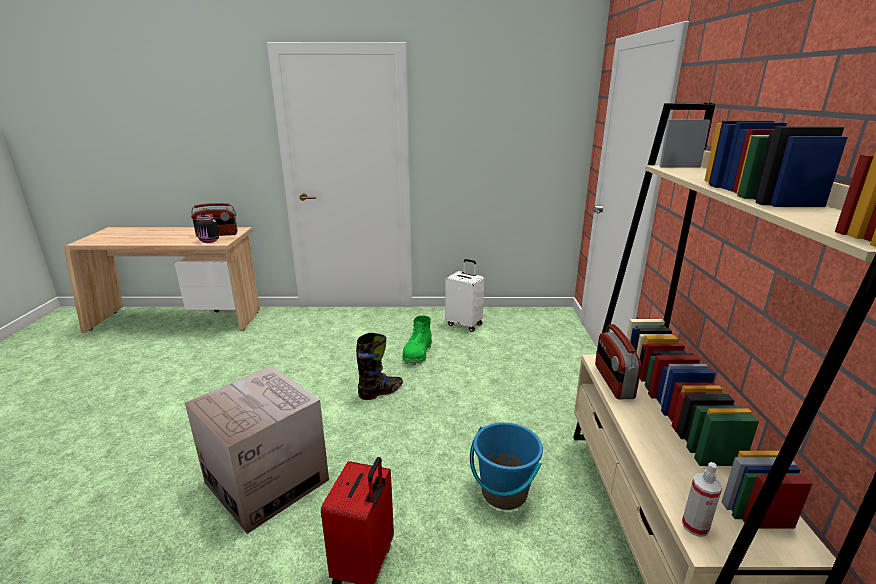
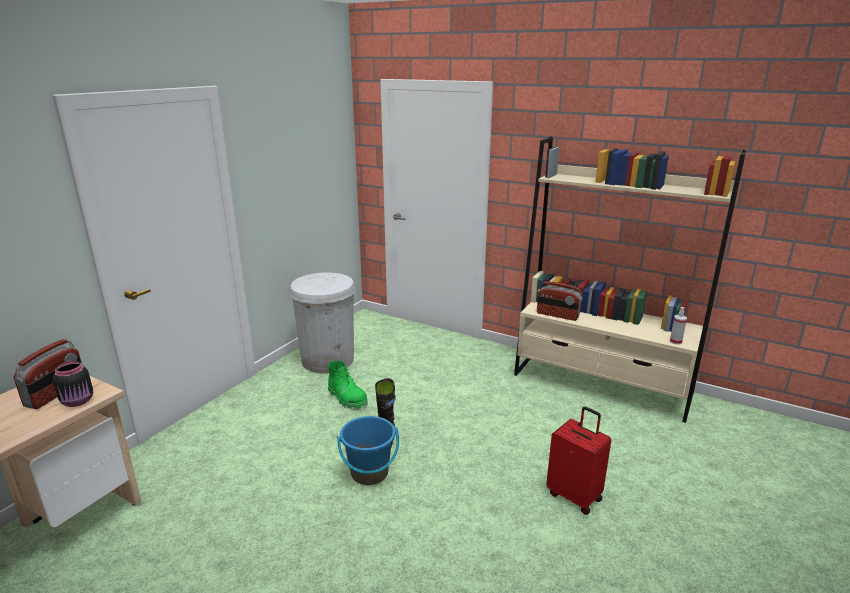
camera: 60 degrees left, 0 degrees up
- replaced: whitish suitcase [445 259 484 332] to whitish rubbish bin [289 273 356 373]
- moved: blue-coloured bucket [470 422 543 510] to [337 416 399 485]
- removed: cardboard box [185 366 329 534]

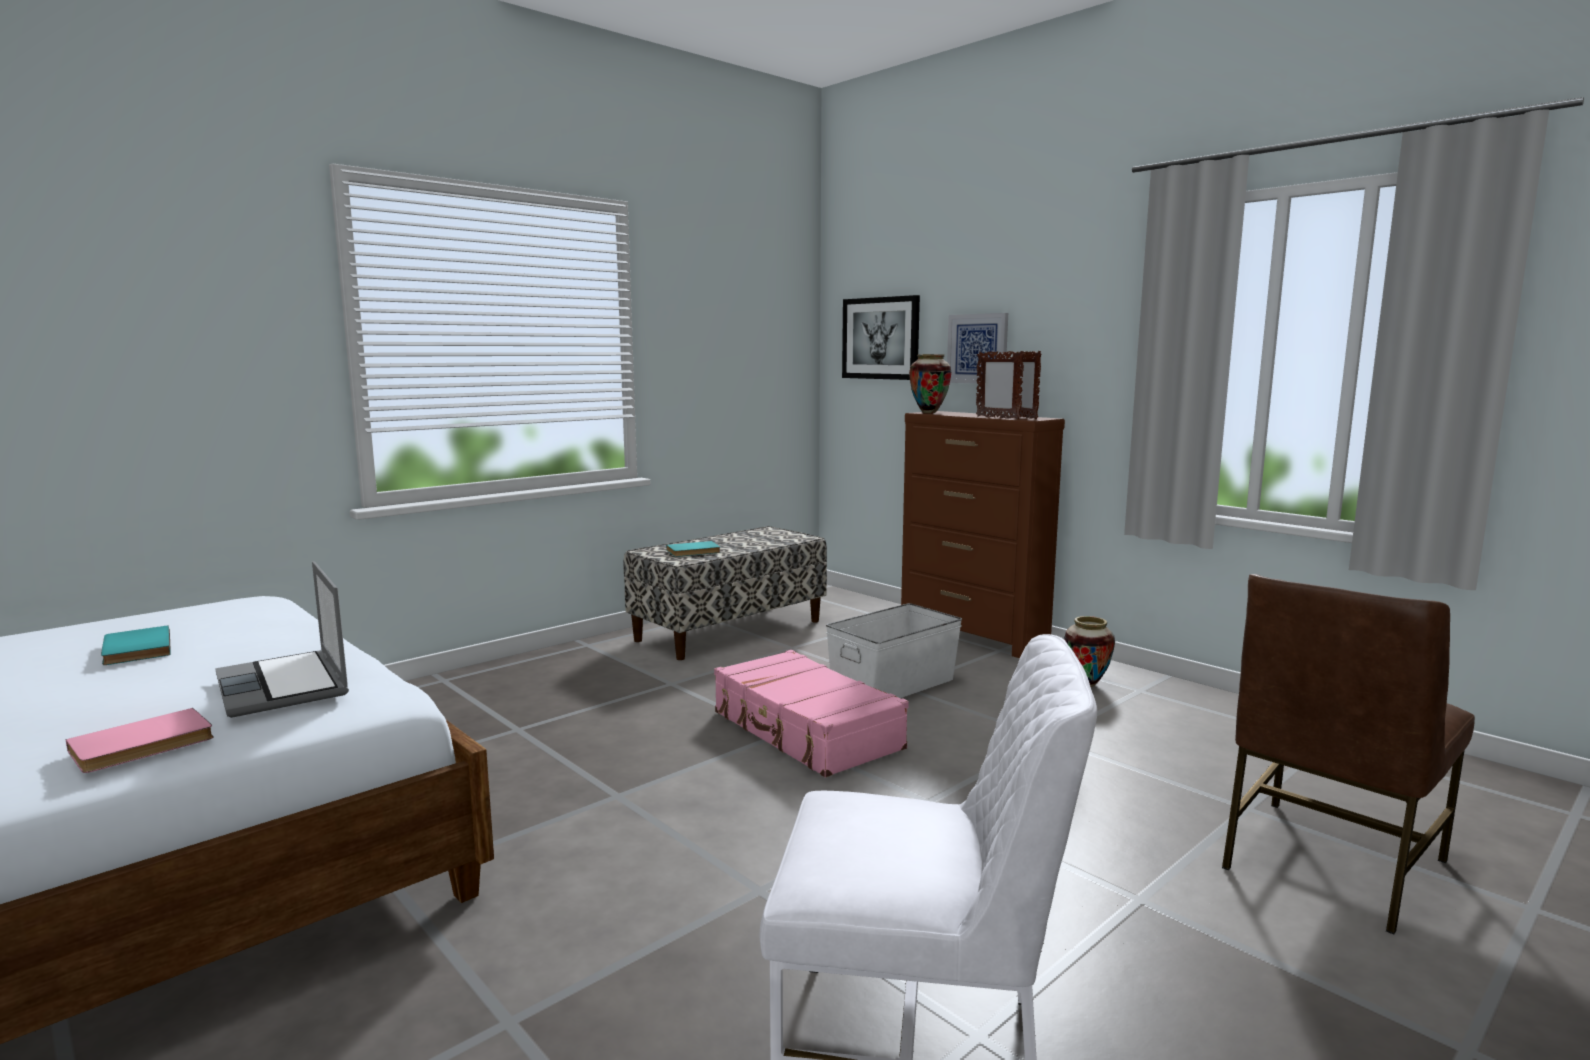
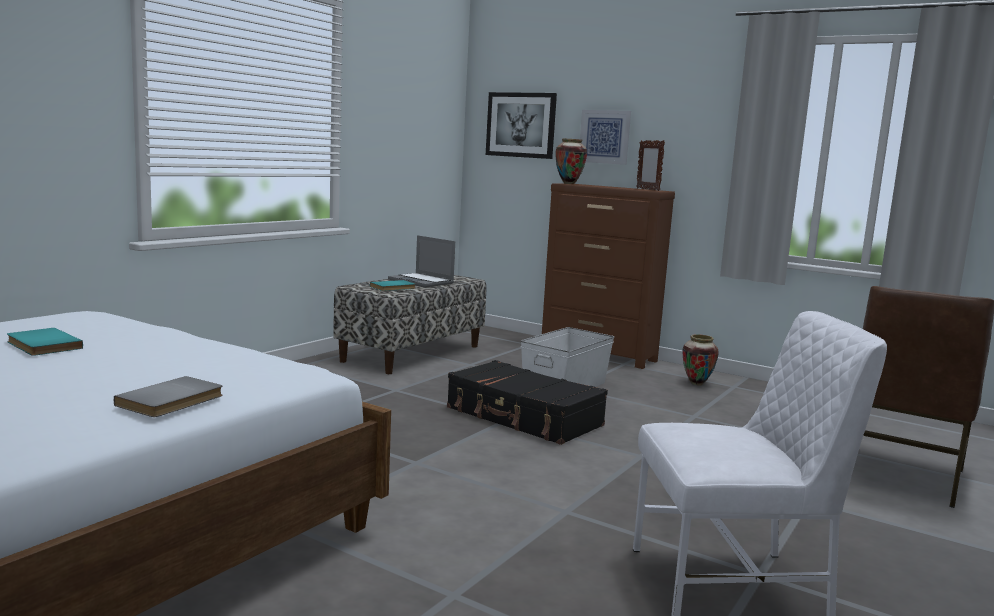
camera: 15 degrees left, 0 degrees up
- recoloured: pinkish volume [66 708 214 773] to greyish volume [114 376 223 417]
- moved: portable computer [215 561 349 718] to [388 235 455 288]
- recoloured: pinkish suitcase [714 650 909 777] to blackish suitcase [447 360 608 445]
- removed: photo frame [976 351 1024 419]

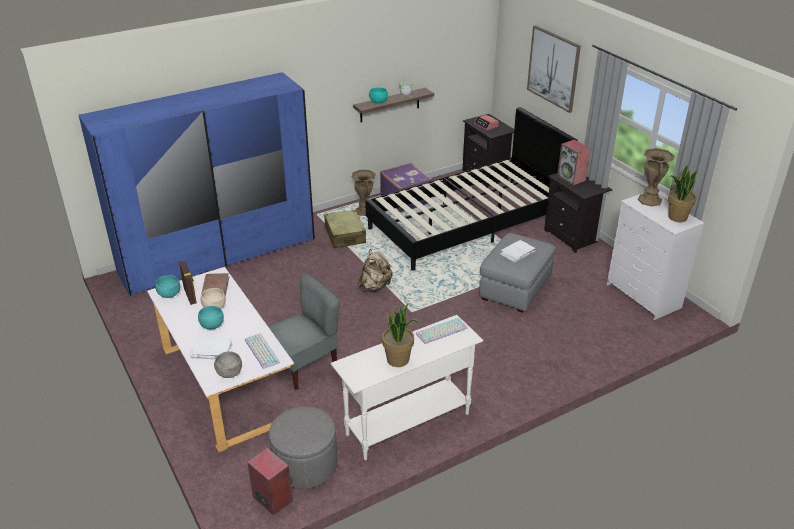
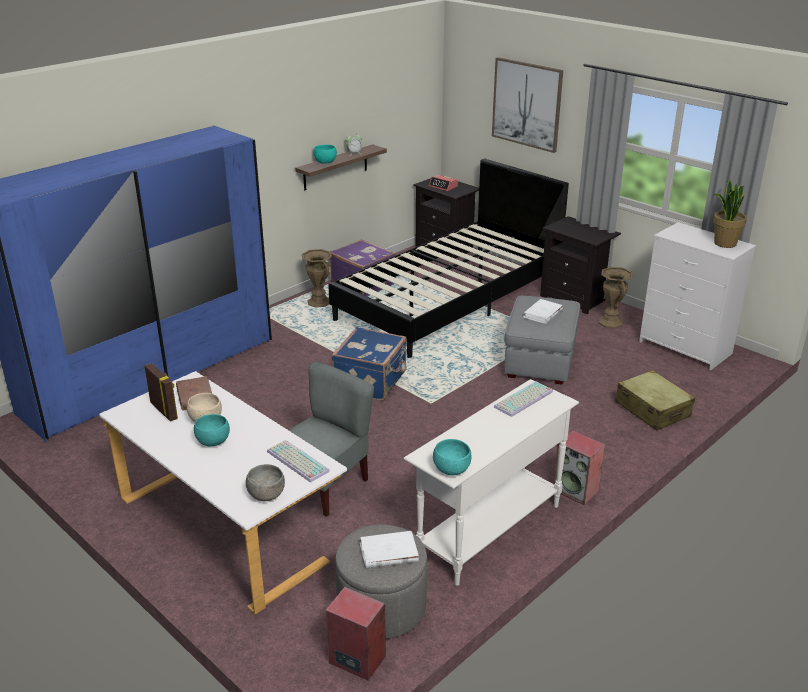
camera: 15 degrees left, 5 degrees down
- replaced: sand-coloured rucksack [358 249 393 291] to blue-coloured suitcase [331 327 407 401]
- moved: whitish volume [190 337 233 359] to [359 531 419 568]
- moved: blue-green serving bowl [155 275 180 298] to [433 439 471 475]
- moved: audio speaker [557 140 591 186] to [553 430 605 505]
- moved: brownish vase [638 148 675 206] to [599 267 633 329]
- moved: sand-coloured suitcase [324 210 366 248] to [615 370 695 431]
- removed: houseplant [382 304 419 367]

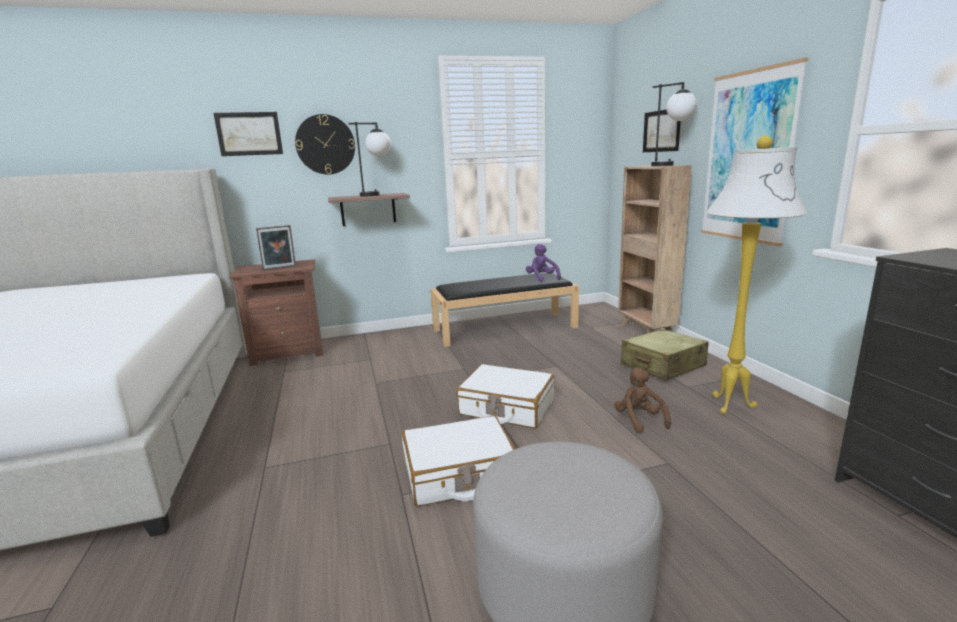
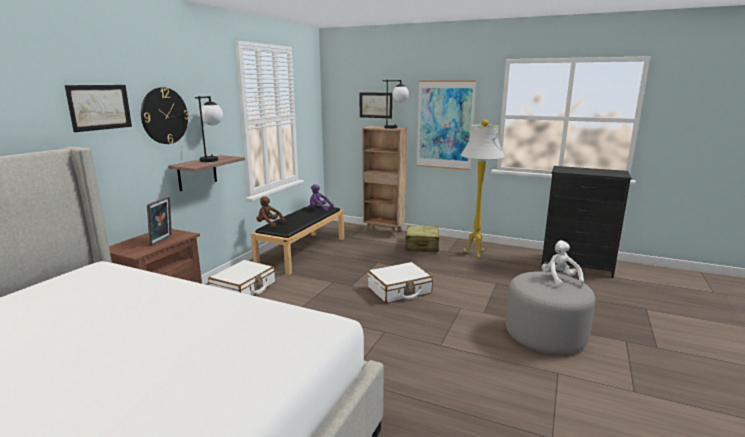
camera: 50 degrees left, 0 degrees up
- moved: whitish suitcase [402 416 516 506] to [208 260 275 296]
- moved: brownish soft toy [615 367 671 433] to [256 196 286 228]
- added: whitish soft toy [542 240 584 287]

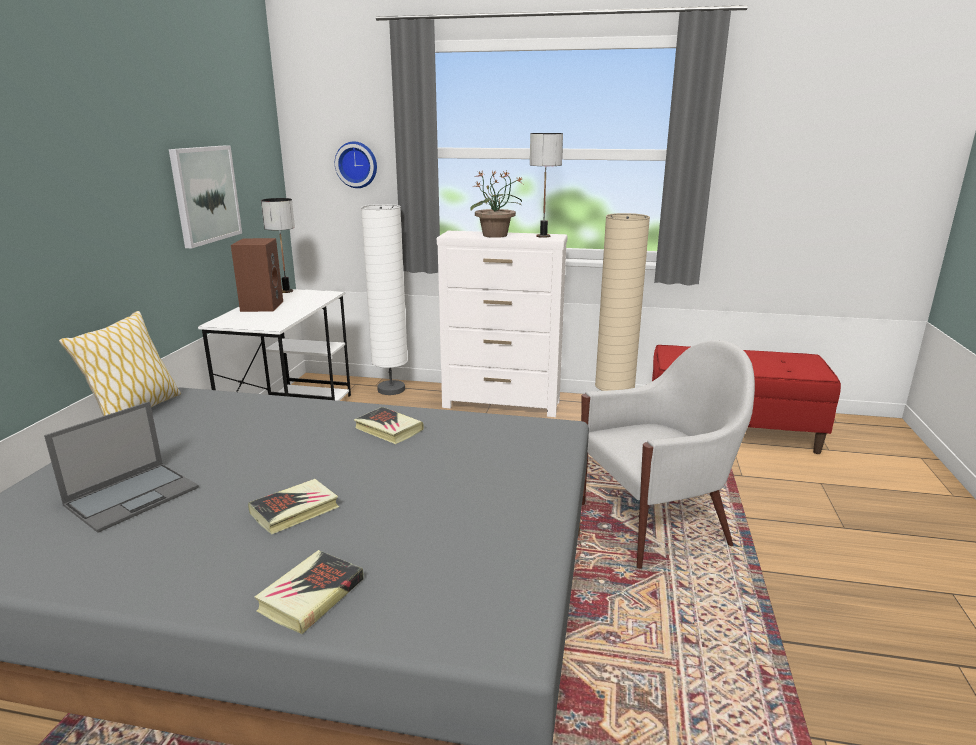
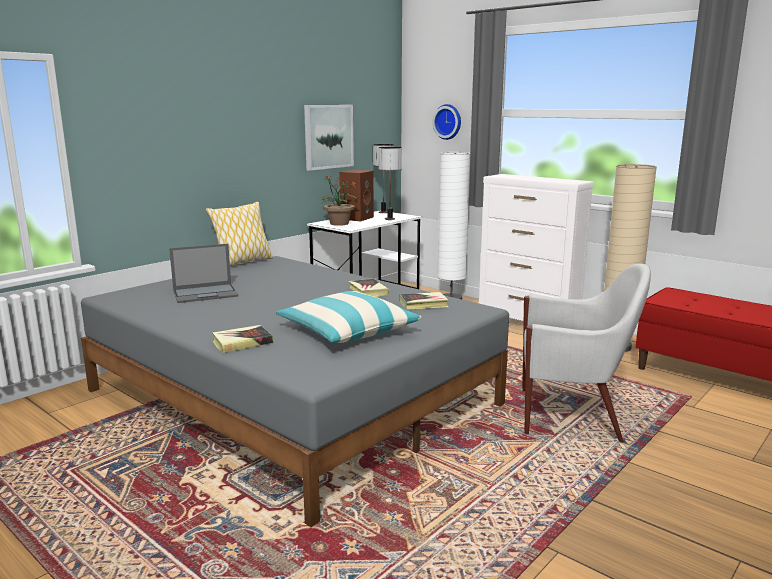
camera: 30 degrees right, 5 degrees down
- added: throw pillow [276 291 422 343]
- moved: houseplant [470 170 523 238] to [321 176 359 226]
- moved: table lamp [530 133 563 238] to [379 147 402 220]
- moved: volume [248 479 339 535] to [400 292 449 310]

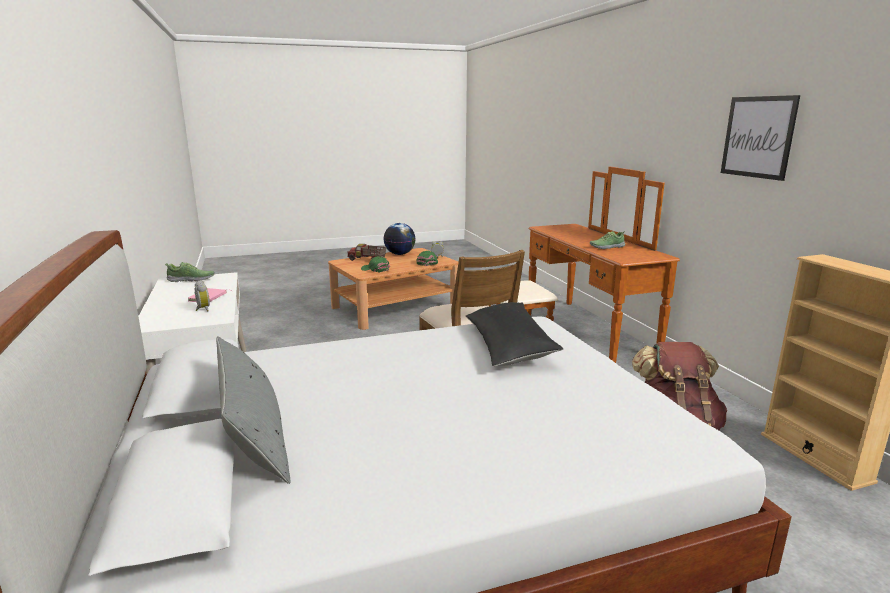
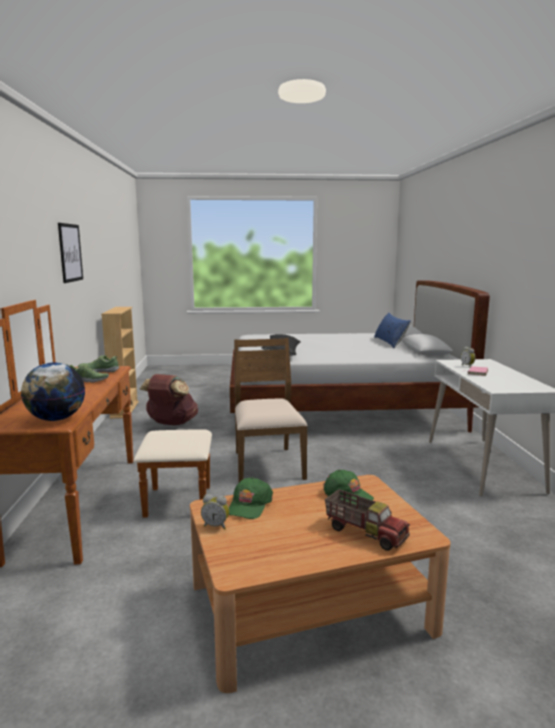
camera: 165 degrees left, 5 degrees down
- moved: desk globe [383 223 415 255] to [21 362 85 421]
- moved: item of footwear [165 262 215 282] to [82 355 119 373]
- recoloured: greyish throw pillow [216 336 290 484] to blue-coloured throw pillow [374 313 411 348]

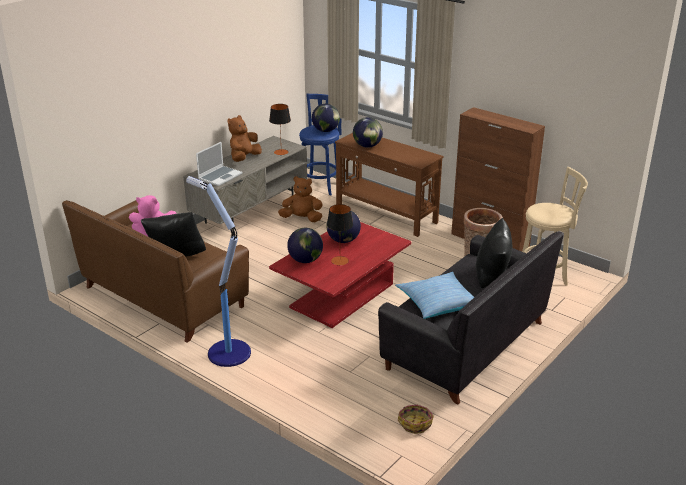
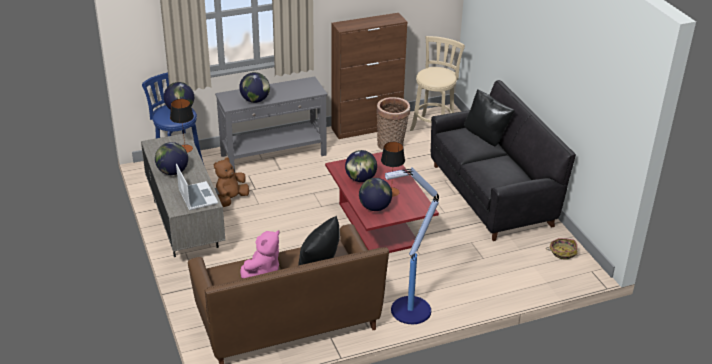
camera: 60 degrees left, 5 degrees up
- replaced: brownish soft toy [227 115 262 162] to desk globe [155 142 188 175]
- recoloured: brownish narrow table [335 133 444 237] to greyish narrow table [215 77 327 173]
- removed: throw pillow [395 272 474 319]

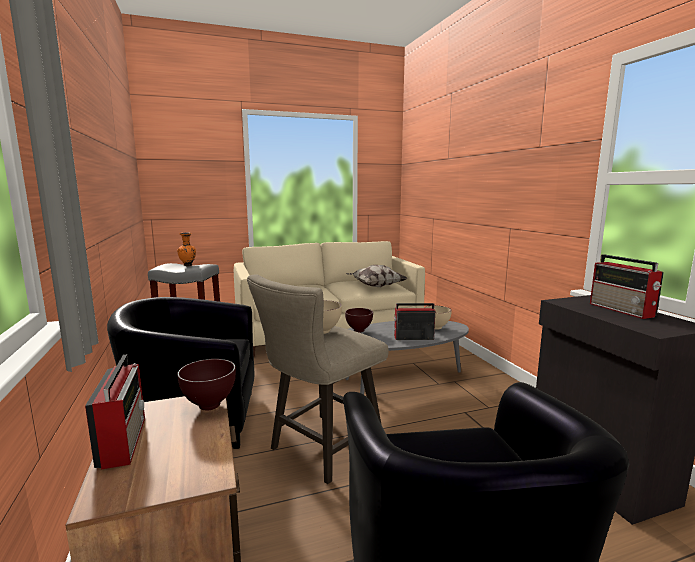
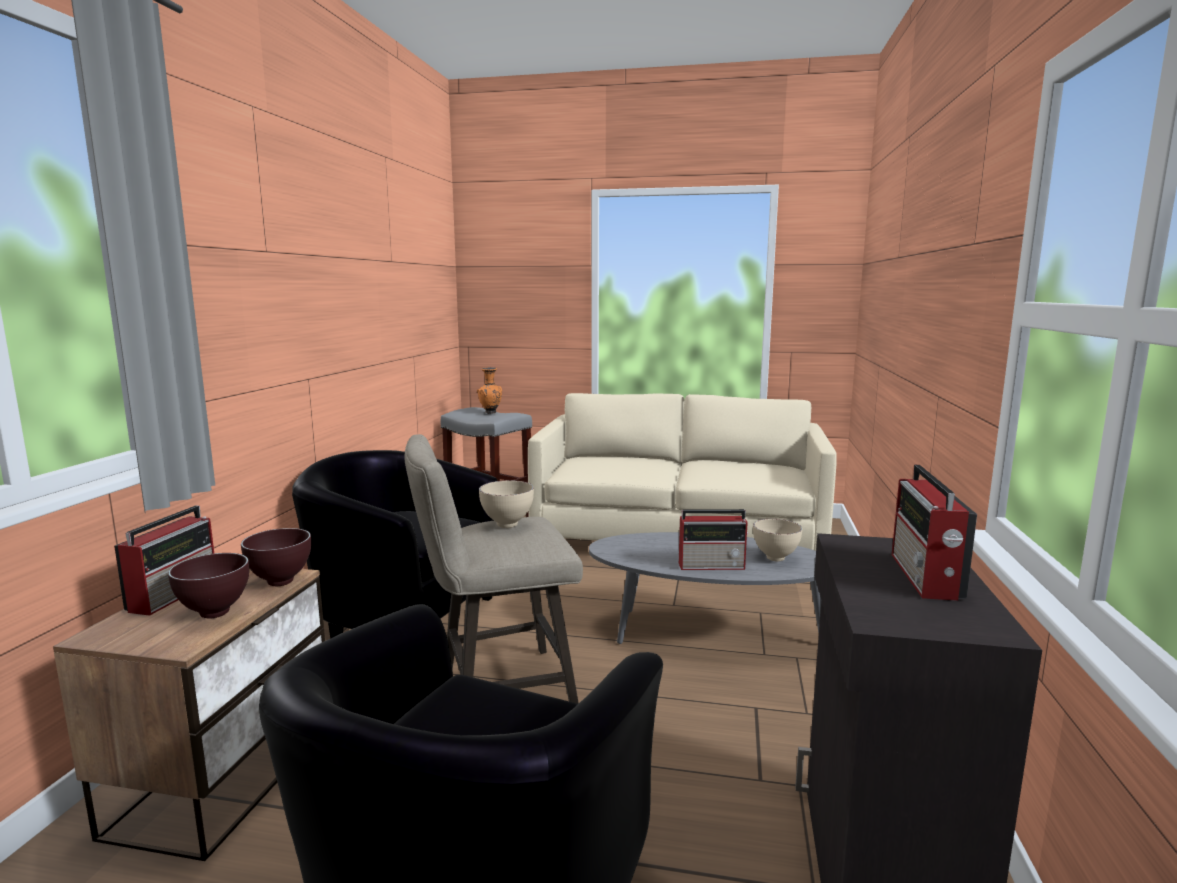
camera: 30 degrees right, 0 degrees up
- moved: brownish serving bowl [345 308 373 333] to [168 553 249 619]
- turned: radio receiver [393 303 435 340] = [679 509 749 570] 150 degrees clockwise
- removed: throw pillow [346 265 408 287]

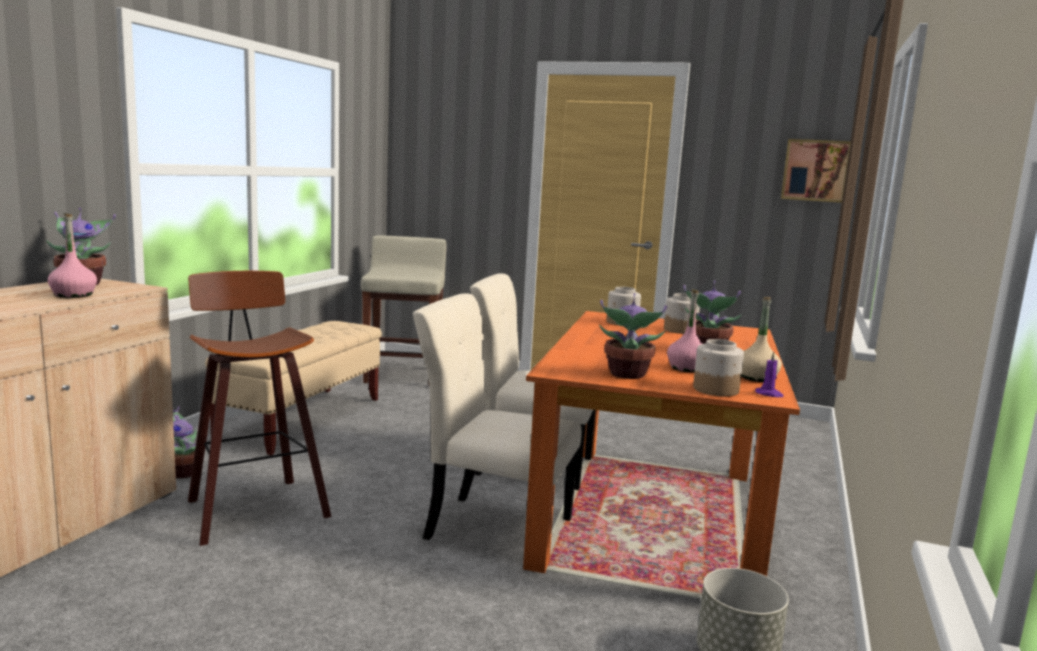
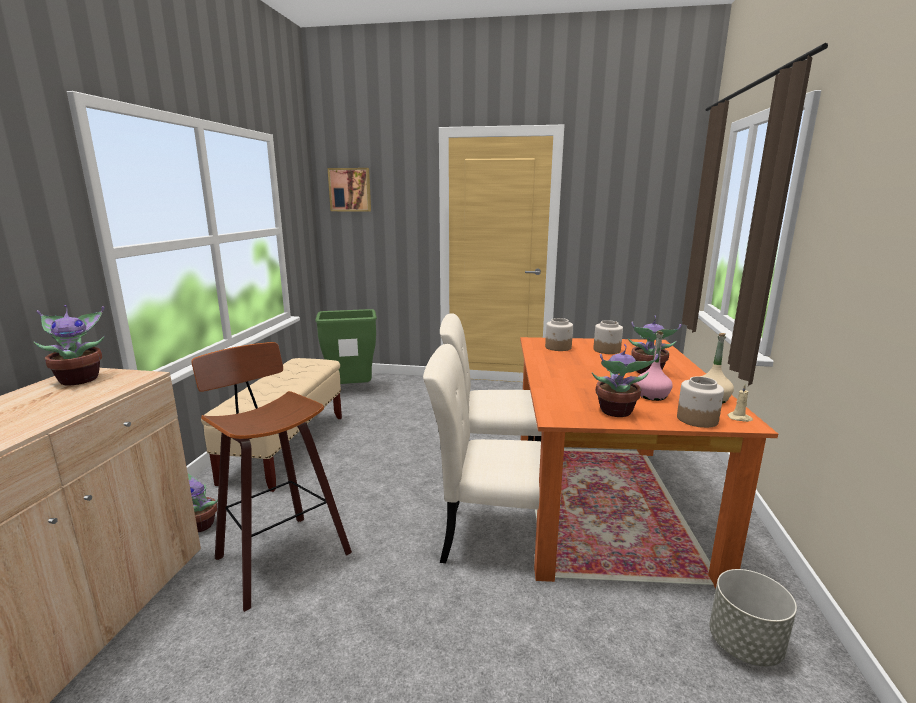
camera: 10 degrees left, 5 degrees up
- replaced: sand-coloured stool seat [361 235 446 386] to greenish rubbish bin [315 309 377 384]
- moved: wall picture [781 139 851 203] to [328 168 371 212]
- recoloured: purplish wax light [755 352 784 397] to sand-coloured wax light [728 384 753 422]
- removed: pinkish beverage bottle [48 213 97 298]

